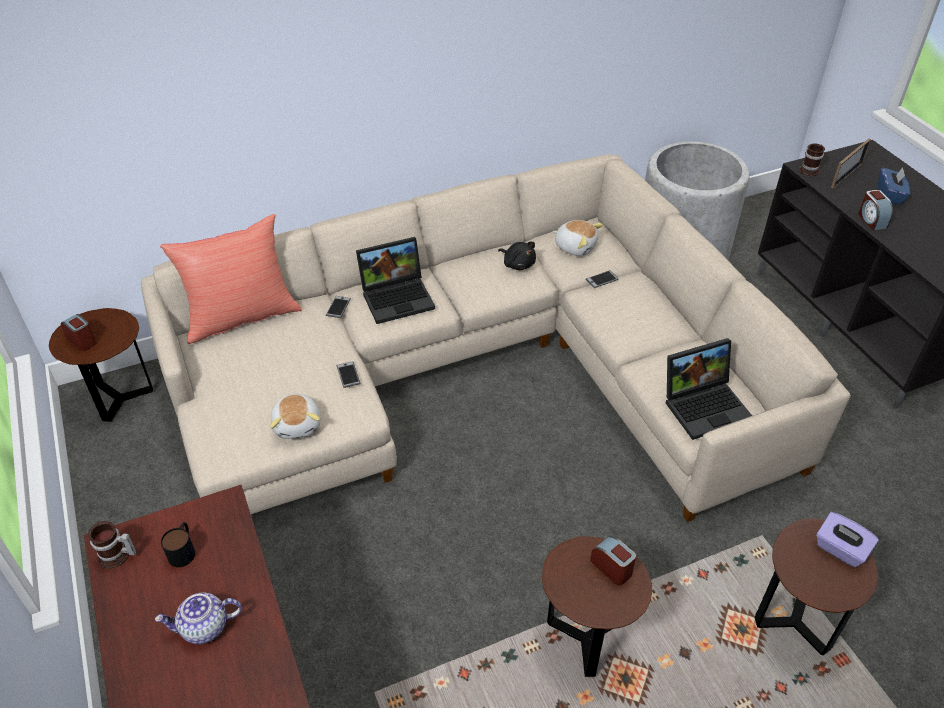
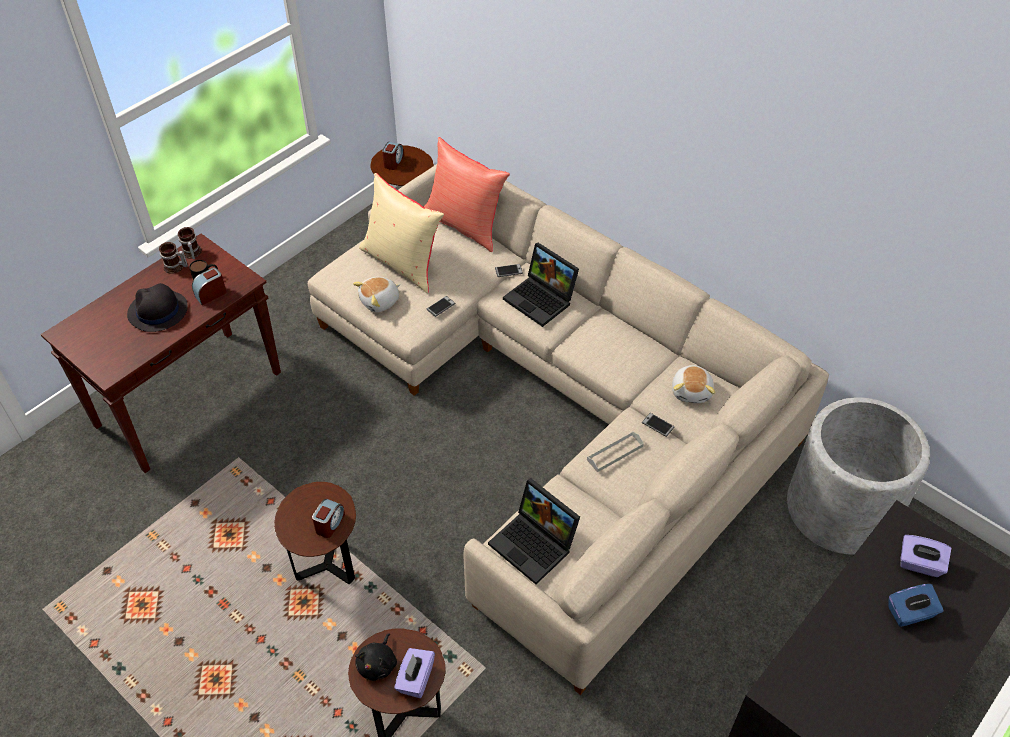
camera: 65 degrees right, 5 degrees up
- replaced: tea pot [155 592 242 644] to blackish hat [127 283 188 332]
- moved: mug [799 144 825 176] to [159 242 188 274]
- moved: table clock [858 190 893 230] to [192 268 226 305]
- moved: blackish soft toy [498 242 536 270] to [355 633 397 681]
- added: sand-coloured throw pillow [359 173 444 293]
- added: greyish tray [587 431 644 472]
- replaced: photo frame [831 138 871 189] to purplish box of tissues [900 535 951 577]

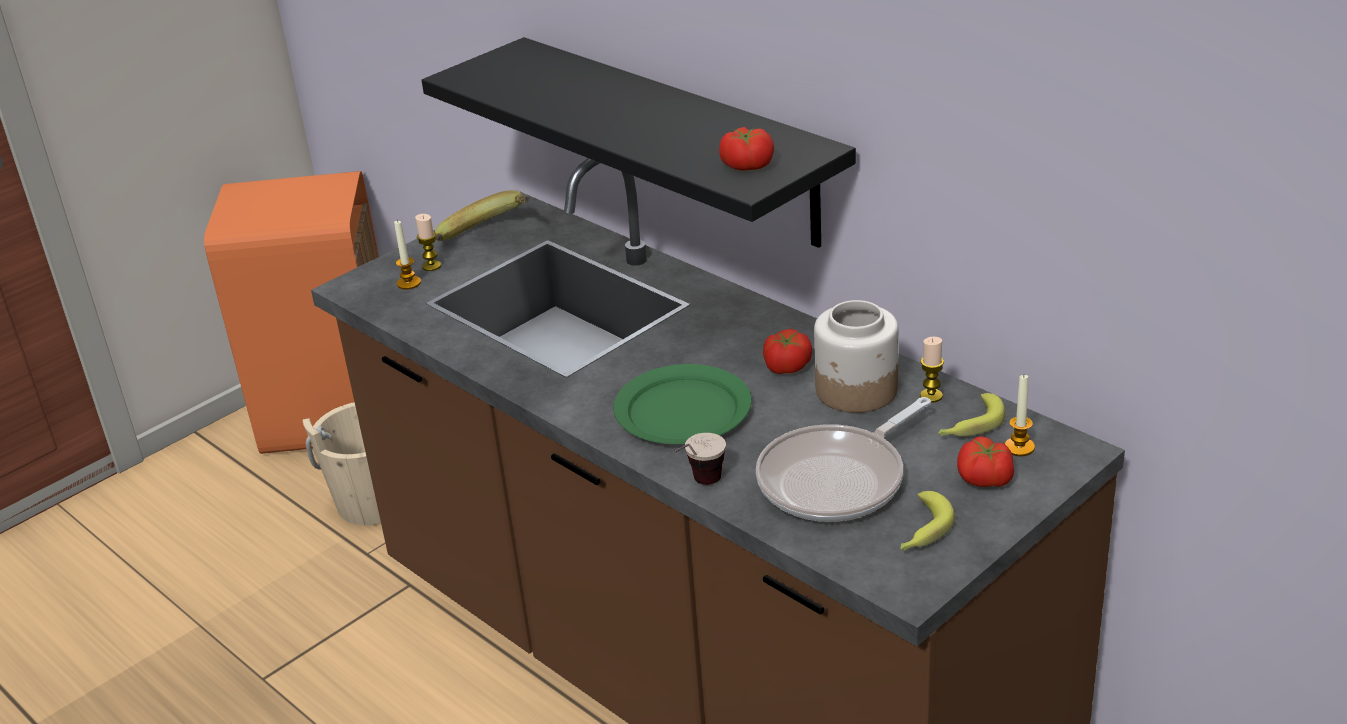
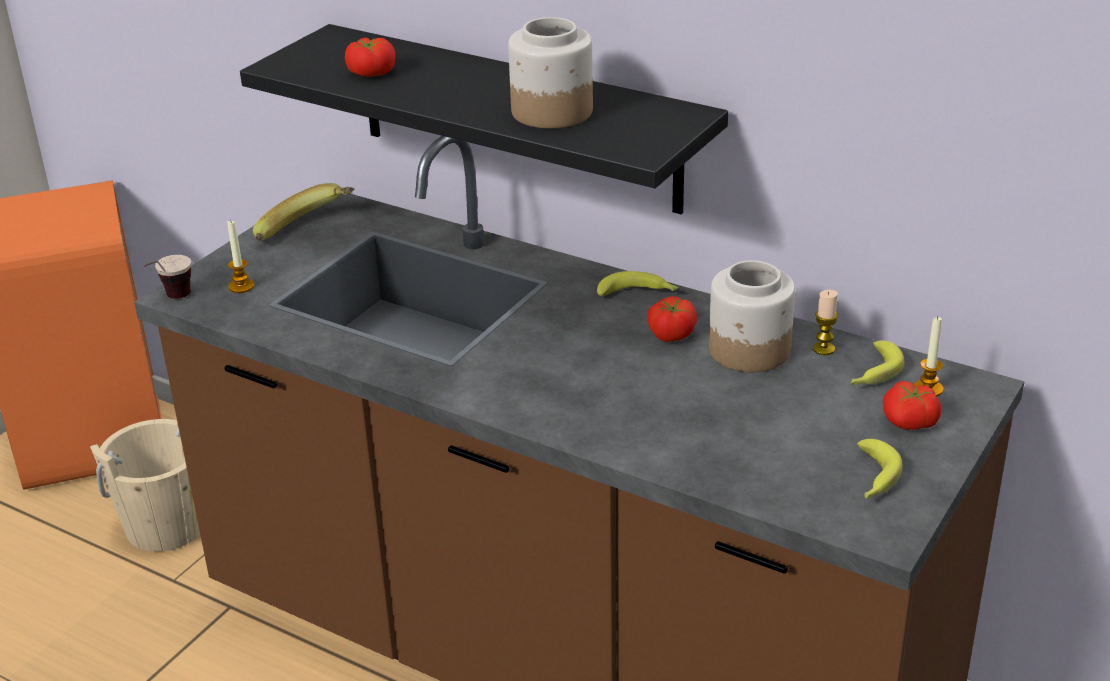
camera: 15 degrees left, 0 degrees up
- moved: small cup [674 433 726 485] to [143 255 191 299]
- moved: tomato [719 127 774 171] to [345 37 395 77]
- added: jar [508 17 593 128]
- added: banana fruit [597 271 679 297]
- removed: wax light [415 214 441 271]
- removed: greenish flat dish [613 364 752 444]
- removed: pan [756 397 931 522]

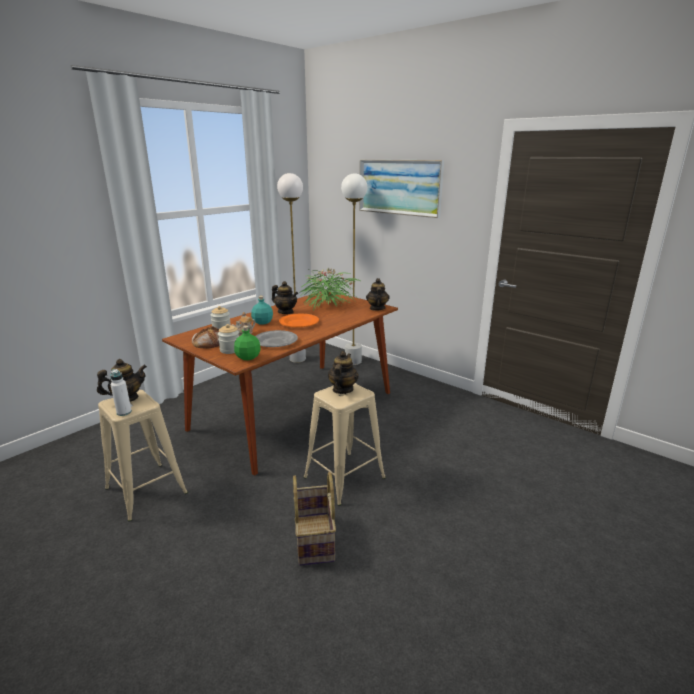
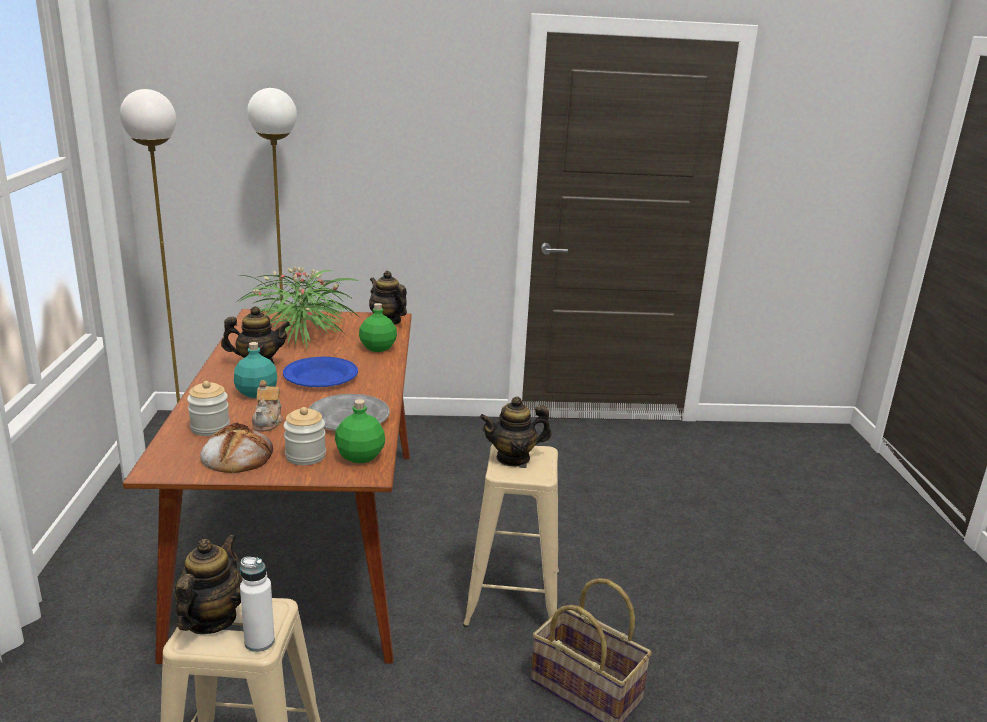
camera: 45 degrees left, 0 degrees up
- recoloured: orange-coloured flat dish [279 314 319 327] to blue-coloured flat dish [283 357 358 387]
- added: greenish beverage bottle [359 303 397 352]
- turned: tea pot [328 351 359 394] = [479 396 552 467] 75 degrees counterclockwise
- removed: wall picture [359 159 444 218]

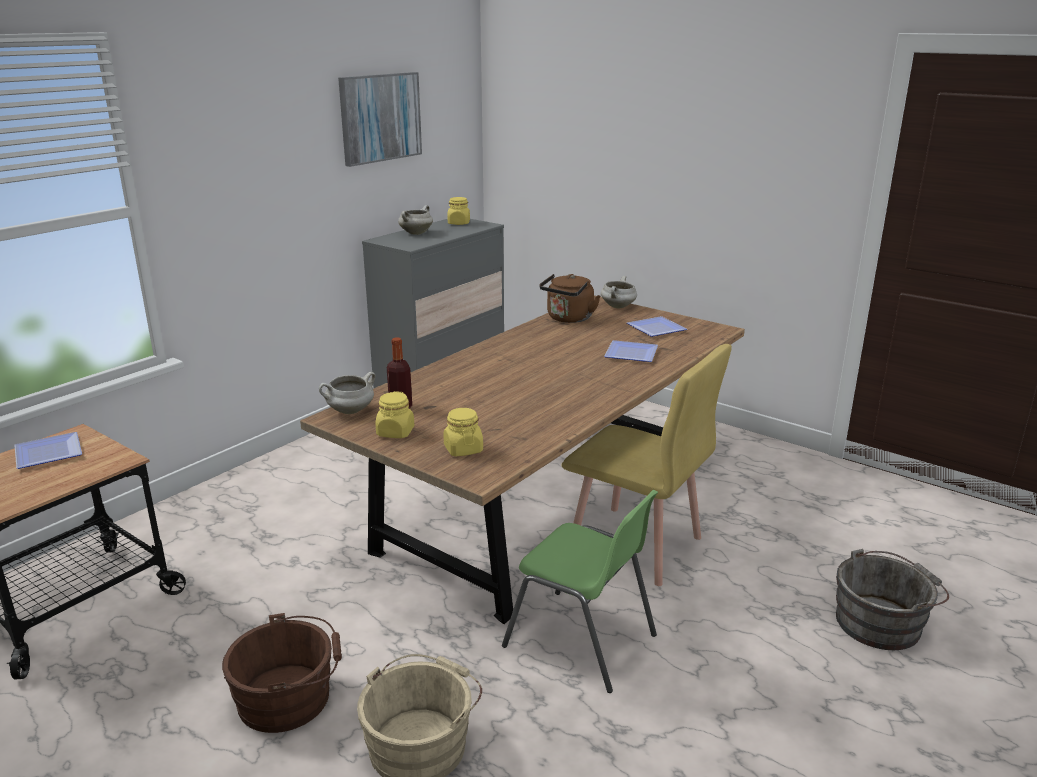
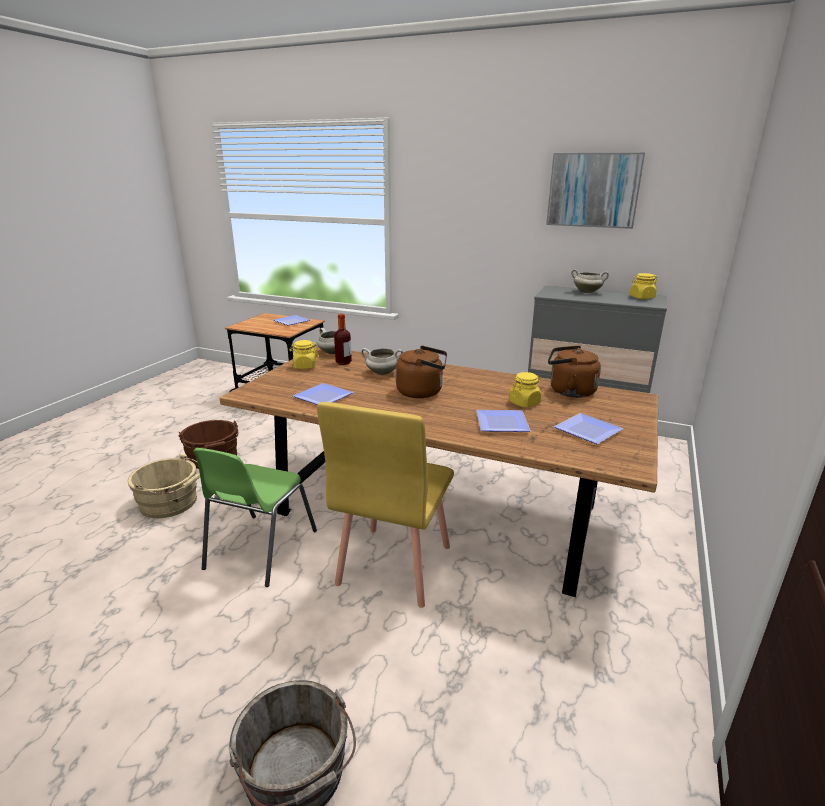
camera: 75 degrees right, 0 degrees up
- added: flat dish [293 383 354 405]
- moved: whitish cooking pot [601 276 637 308] to [361 348 403 375]
- added: brownish water kettle [396 346 447 398]
- moved: yellowish jar [443 408 483 456] to [509 372 541 408]

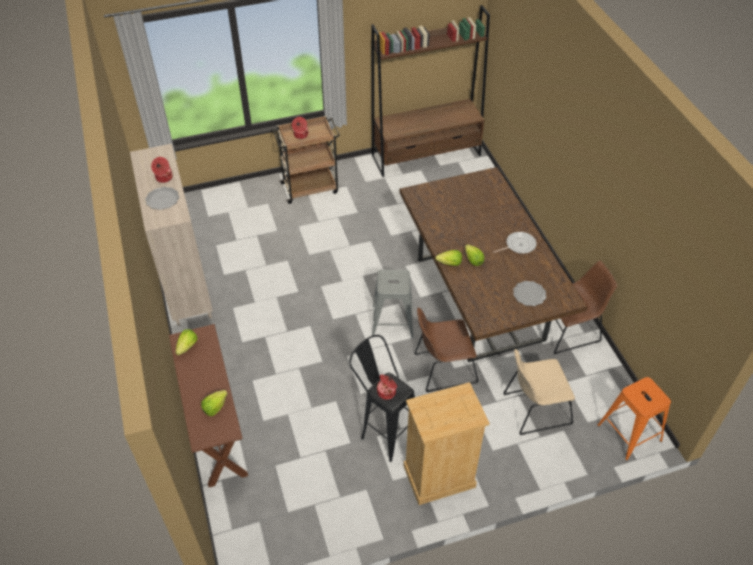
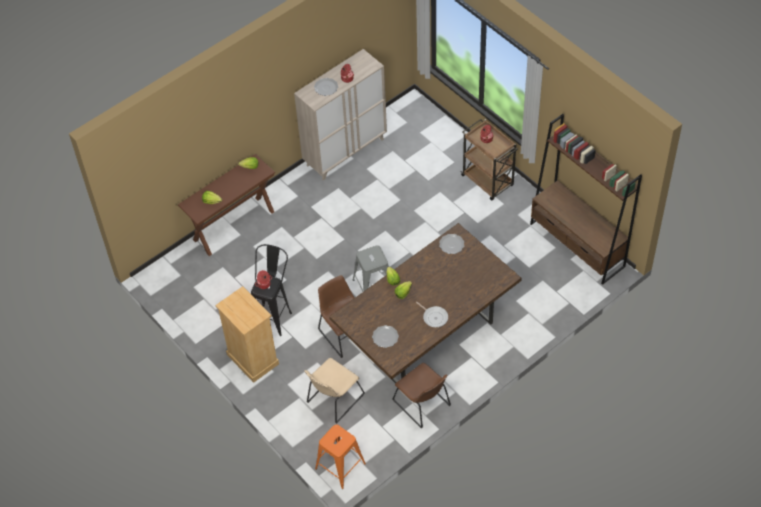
camera: 70 degrees right, 5 degrees up
- turned: sand-coloured chair [503 349 575 435] = [304 358 365 423] 105 degrees counterclockwise
- added: flat dish [439 234 464 254]

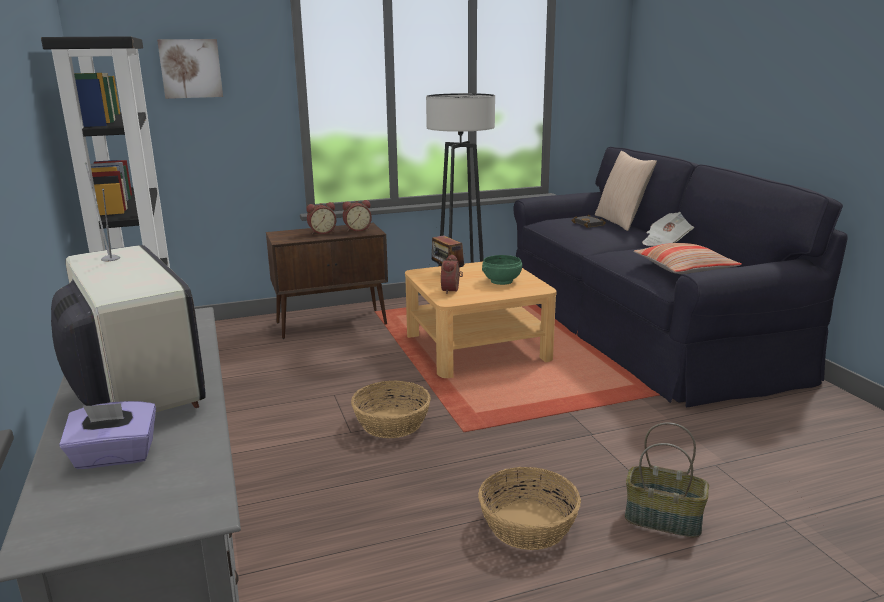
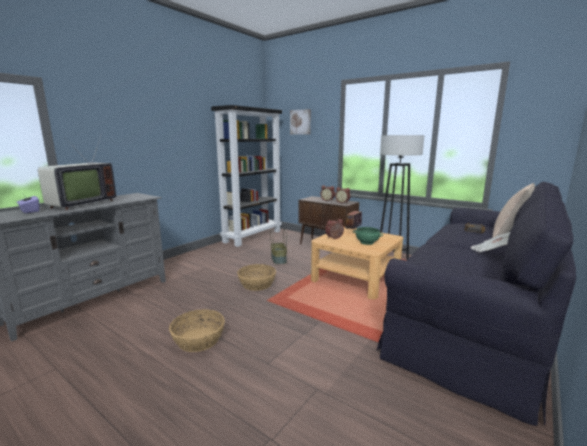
camera: 55 degrees right, 5 degrees down
- moved: storage basket [625 422 709 538] to [270 228 287 264]
- removed: throw pillow [633 243 741 274]

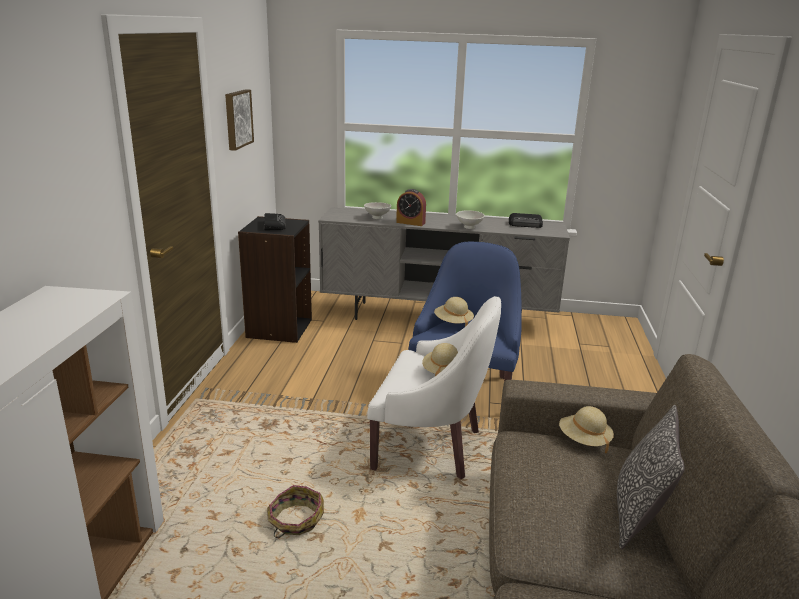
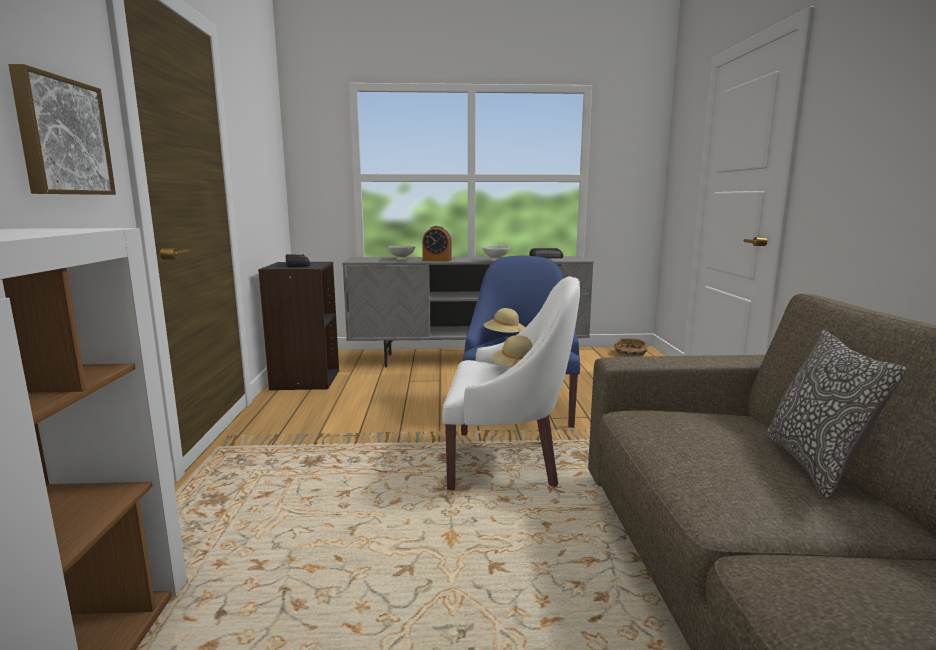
camera: 10 degrees left, 10 degrees down
- moved: wall picture [225 89 254 151] to [8 64 116 195]
- moved: storage basket [267 485 324 538] to [614 338 648 357]
- removed: sand-coloured hat [559 406 614 453]

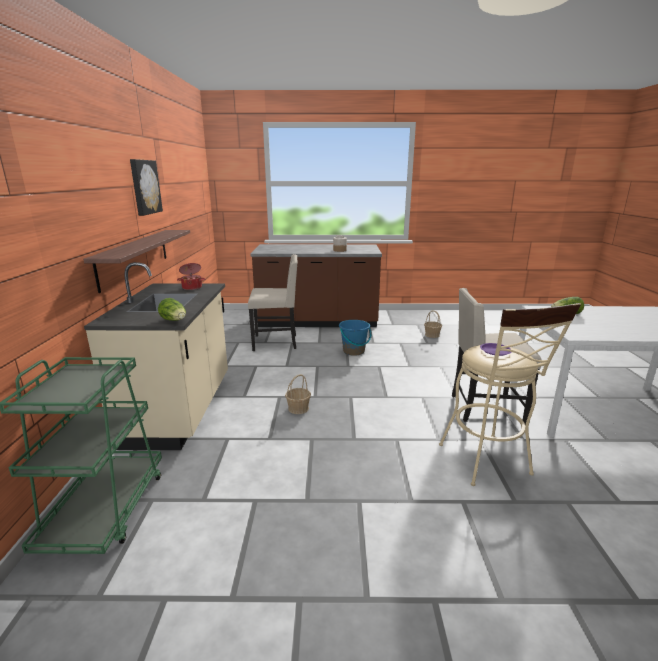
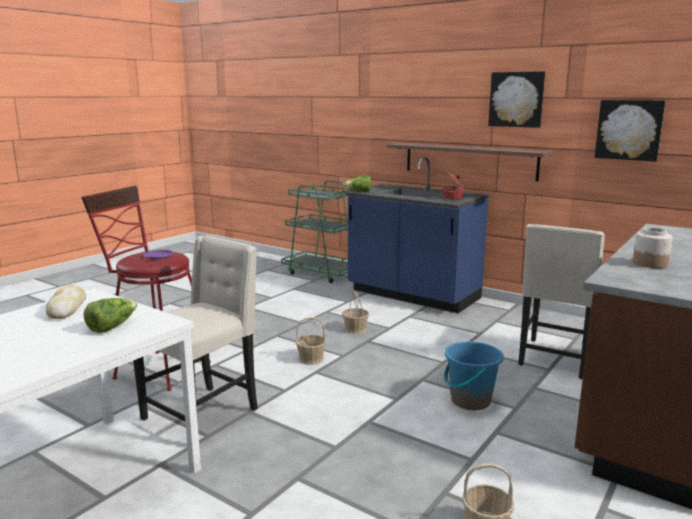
camera: 125 degrees right, 5 degrees down
- added: bakery bread [46 285 86 319]
- recoloured: sand-coloured stool seat [439 303 581 486] to red stool seat [81 186 192 391]
- added: storage basket [295 317 326 365]
- recoloured: sand-coloured kitchen counter [84 262 228 450] to blue-coloured kitchen counter [344 157 490 313]
- added: wall picture [595 100 665 161]

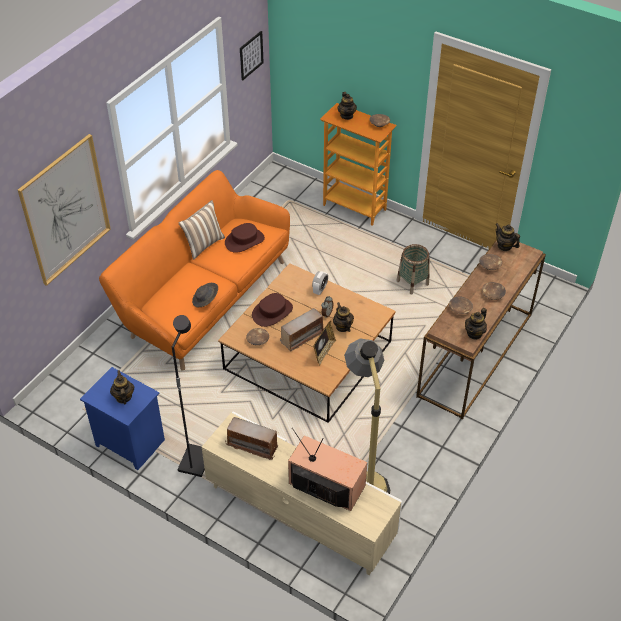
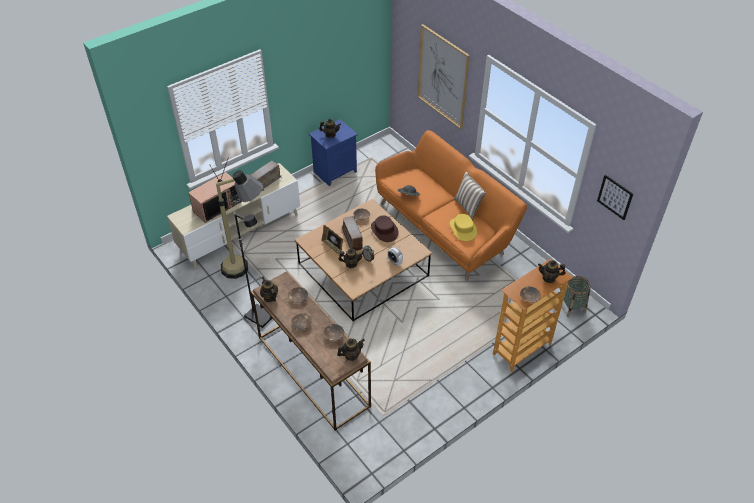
camera: 110 degrees right, 0 degrees up
- moved: blackish standing lamp [172 315 205 477] to [235 214 272 328]
- recoloured: brownish hat [225 223 265 253] to yellowish hat [450 214 477 241]
- moved: storage basket [397 244 429 294] to [564 276 591 317]

